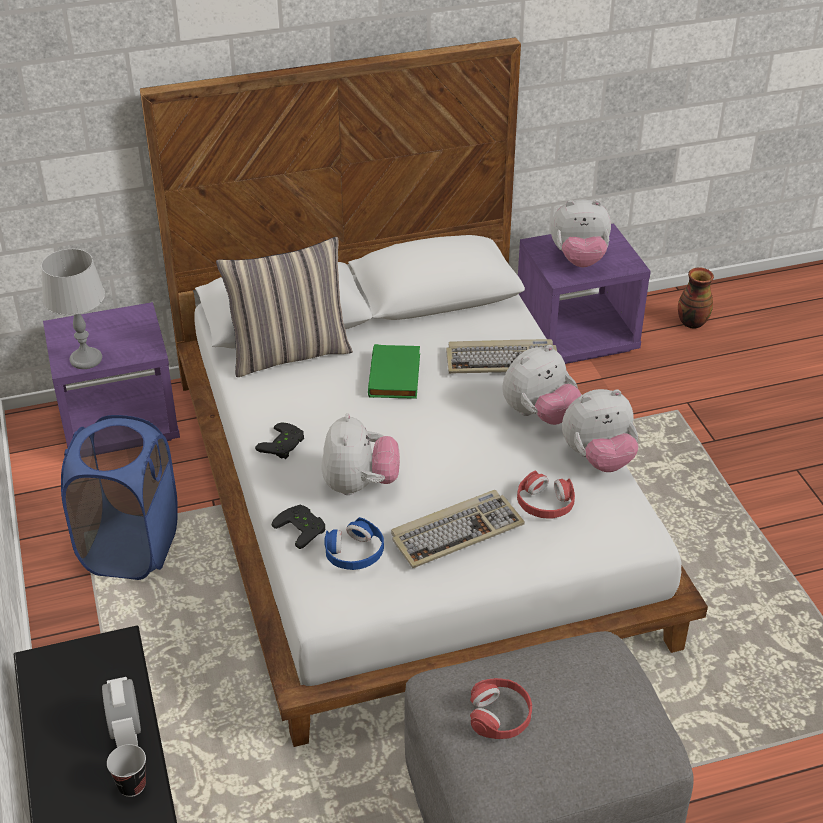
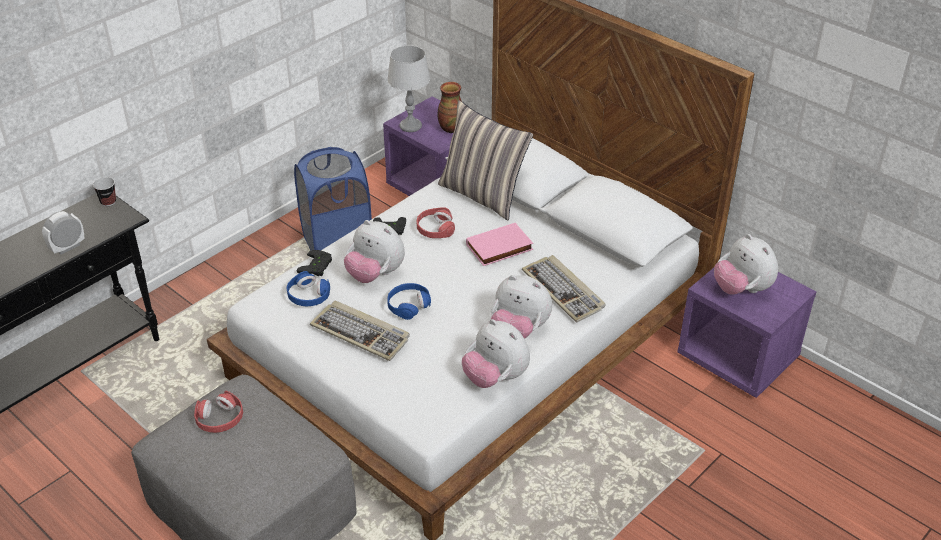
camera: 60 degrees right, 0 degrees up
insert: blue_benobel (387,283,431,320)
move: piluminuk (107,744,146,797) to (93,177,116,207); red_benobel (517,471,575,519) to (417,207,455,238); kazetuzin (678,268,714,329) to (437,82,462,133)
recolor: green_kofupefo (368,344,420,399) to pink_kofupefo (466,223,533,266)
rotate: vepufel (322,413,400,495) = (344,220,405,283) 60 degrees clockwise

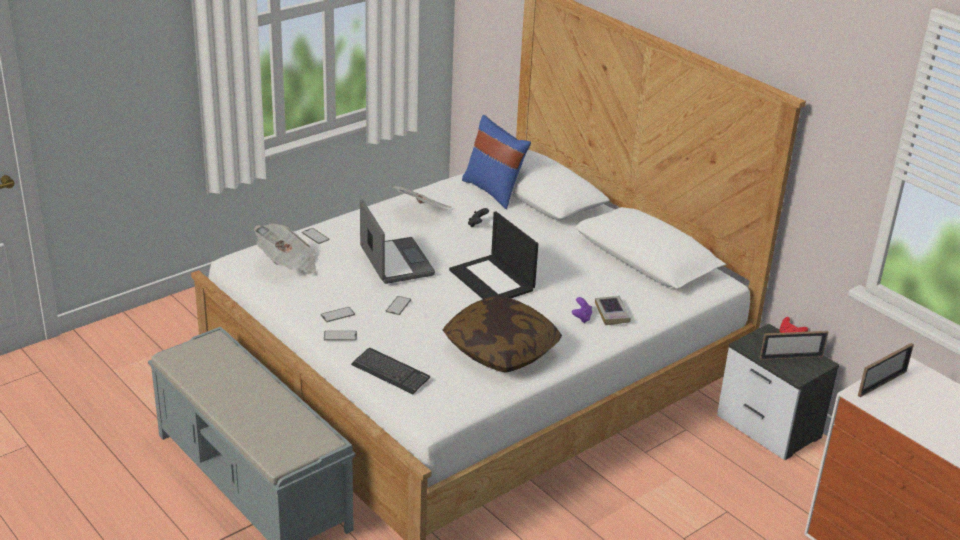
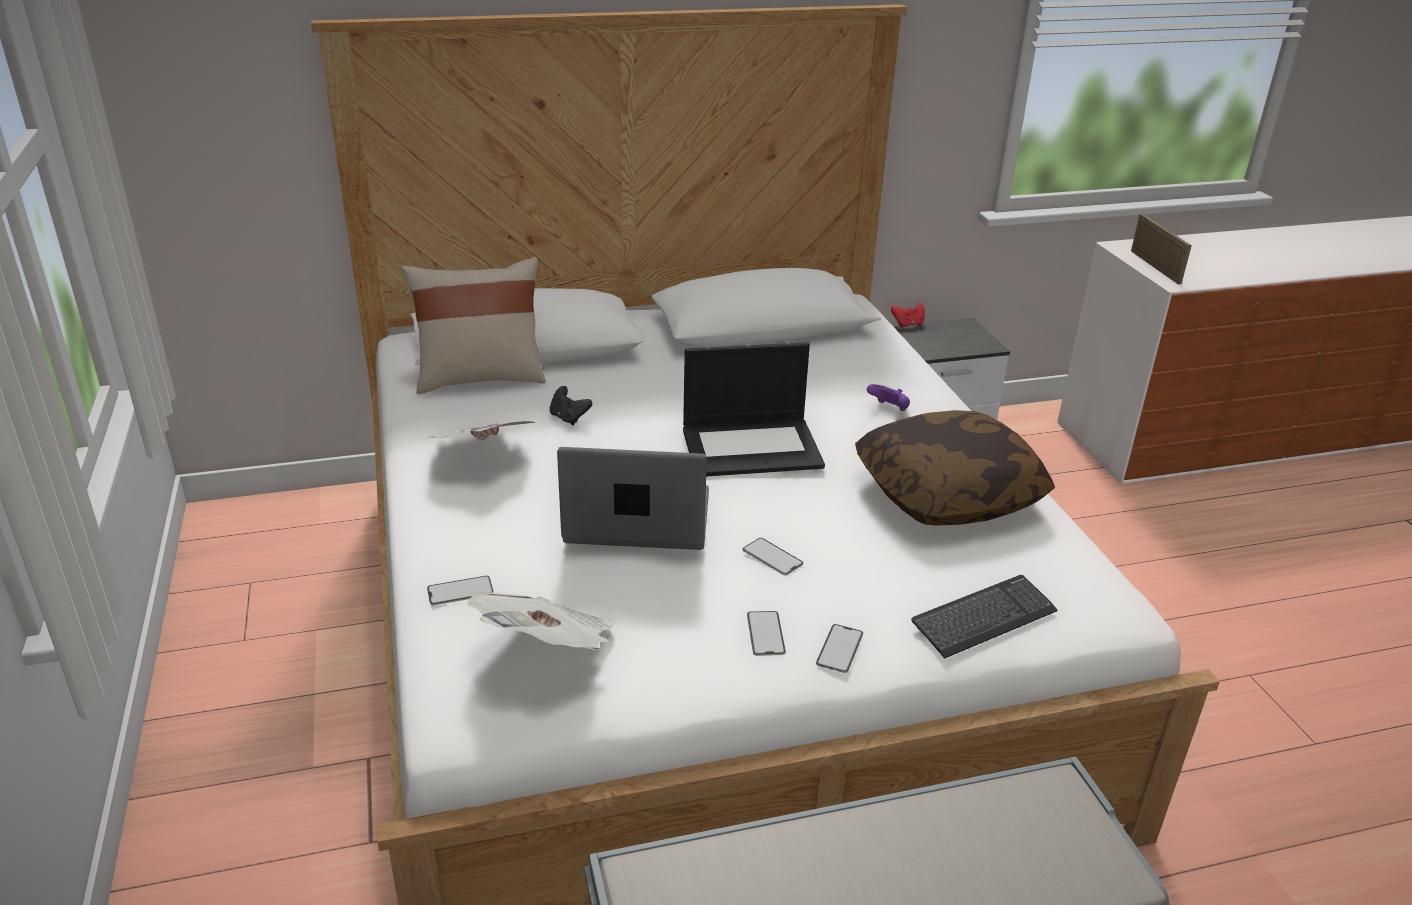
camera: 65 degrees left, 0 degrees up
delete: kofupefo (595,296,631,325); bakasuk (760,331,829,360)
recolor: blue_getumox (462,115,531,209) to beige_getumox (401,257,546,395)

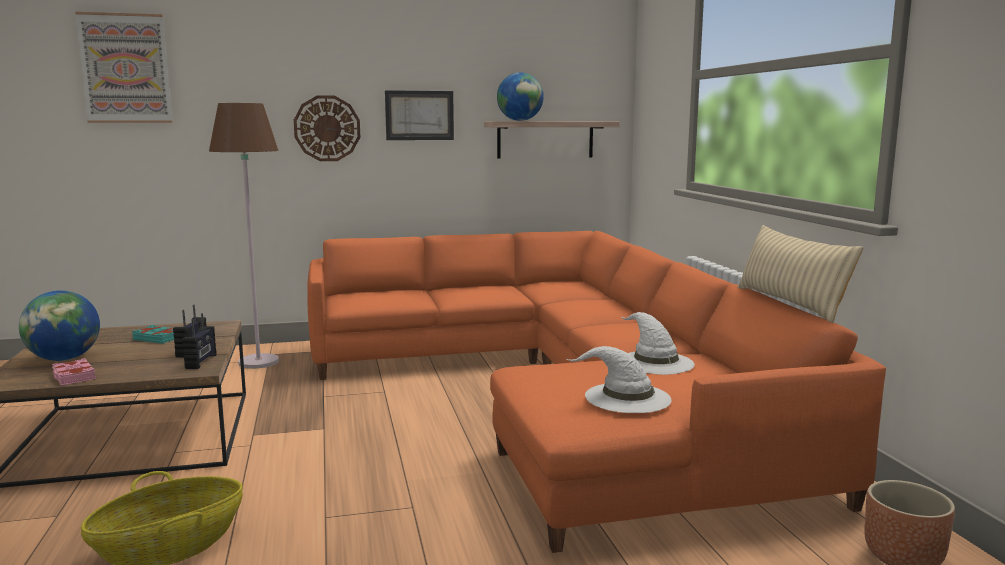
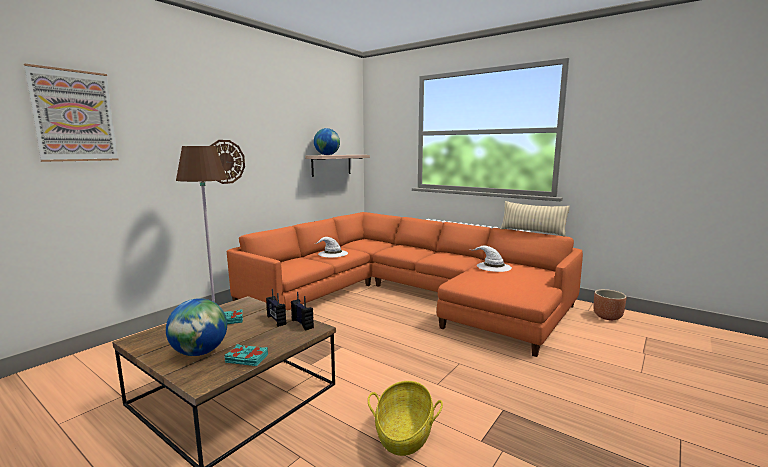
camera: 40 degrees left, 0 degrees up
delete: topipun (385,90,454,140)
move: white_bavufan (567,346,672,413) to (315,237,348,257)
recolor: pink_kofupefo (52,358,96,386) to turquoise_kofupefo (225,344,268,366)

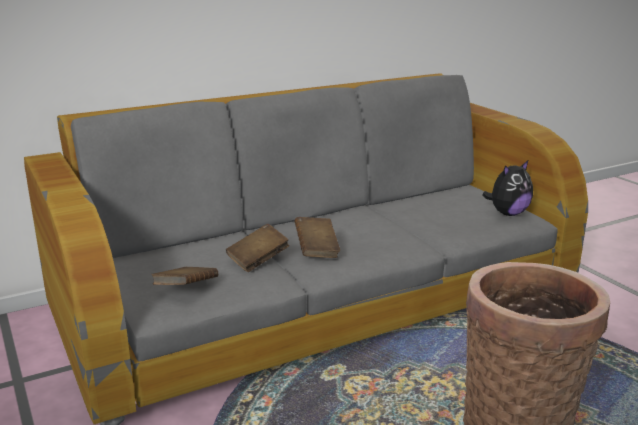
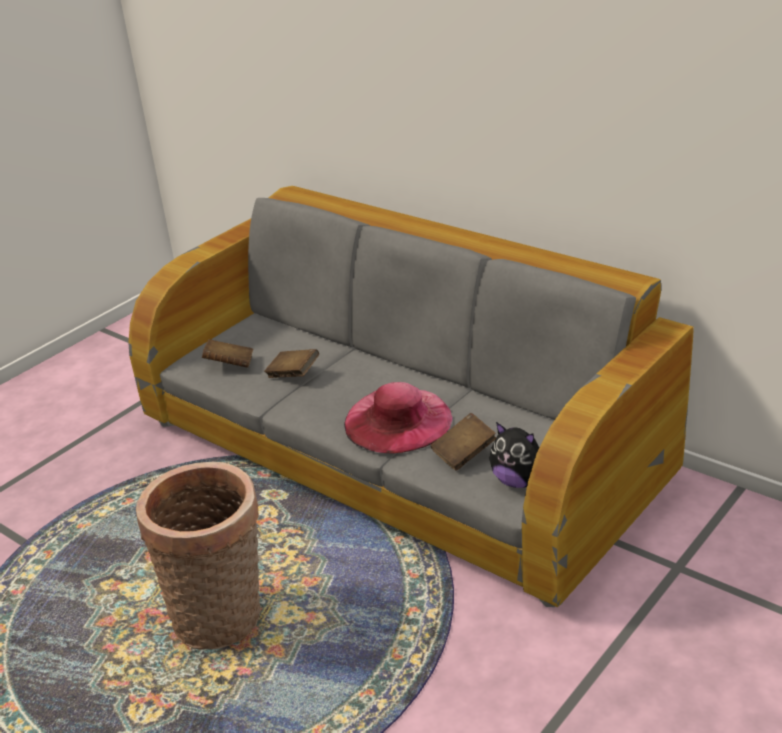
camera: 70 degrees right, 10 degrees up
insert: pink_bavufan (344,382,453,453)
move: brown_kofupefo (295,217,340,258) to (430,413,496,471)

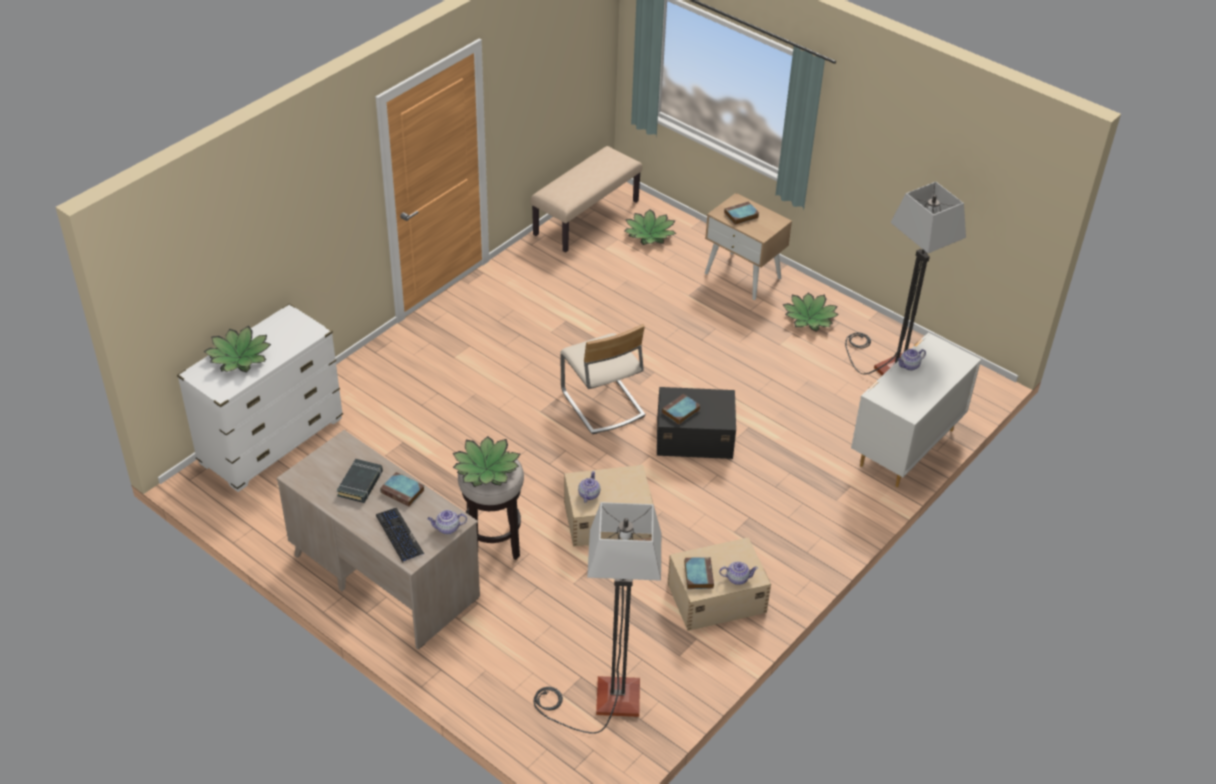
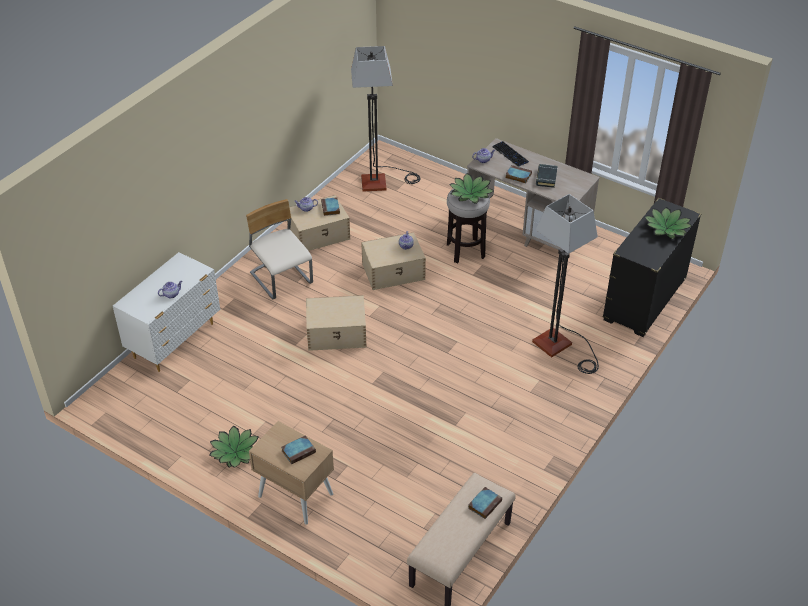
camera: 175 degrees right, 0 degrees up
delete: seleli (624,209,676,245)
move: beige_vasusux (560,324,645,434) to (246,199,313,299); kofupefo (662,394,700,425) to (468,487,502,519); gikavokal (845,182,966,375) to (532,194,599,374)
recolor: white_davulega (177,303,343,492) to black_davulega (603,198,701,337); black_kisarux (657,387,736,459) to beige_kisarux (306,295,367,351)

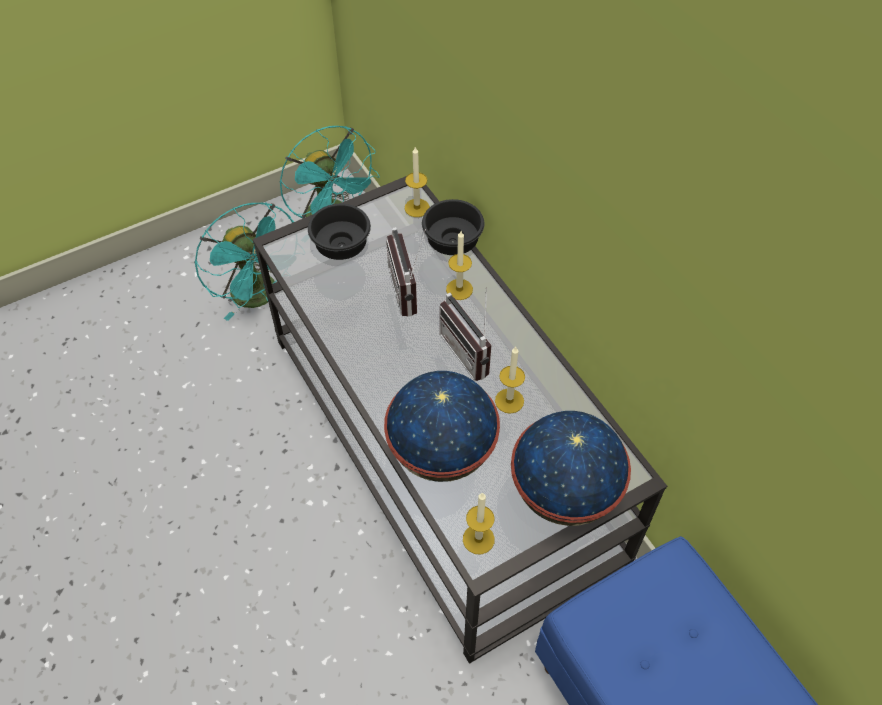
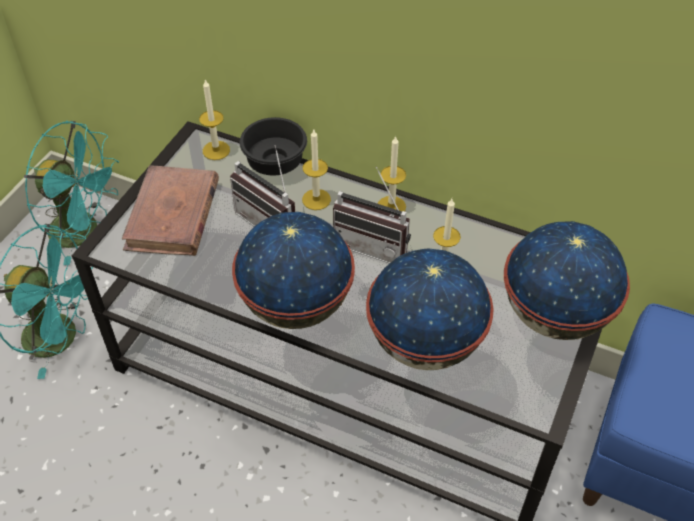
camera: 35 degrees left, 5 degrees down
insert: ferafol (232,212,355,329)
move: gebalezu (463,492,495,554) to (378,136,406,211)
replace: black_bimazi (308,204,371,260) to brown_kofupefo (122,165,219,256)

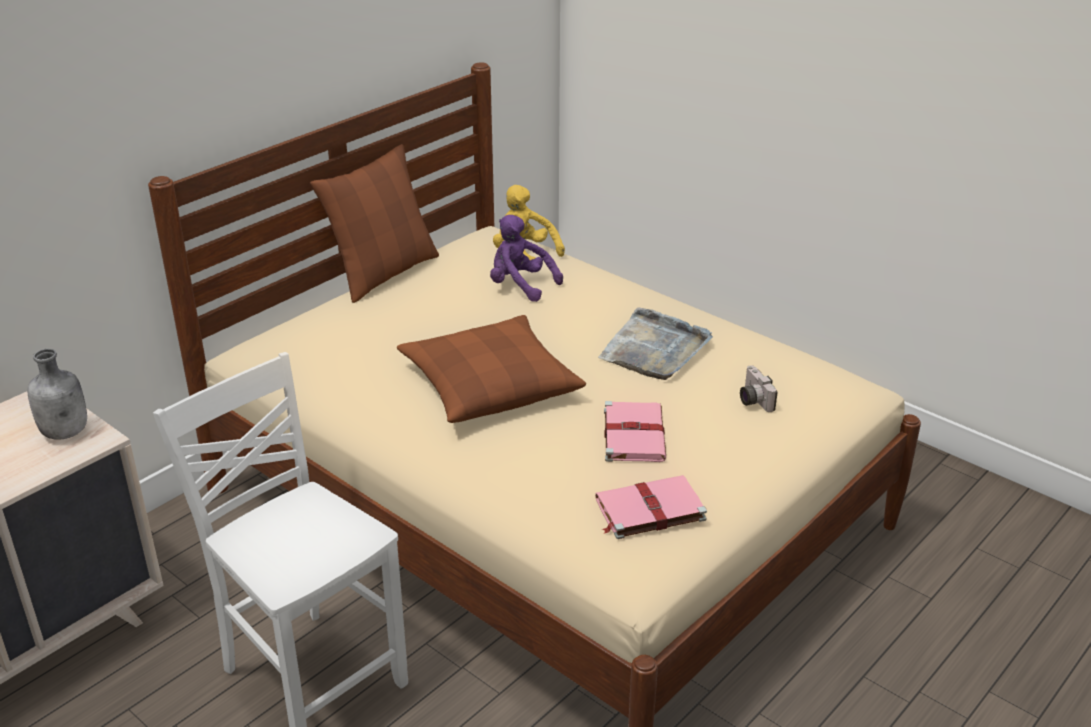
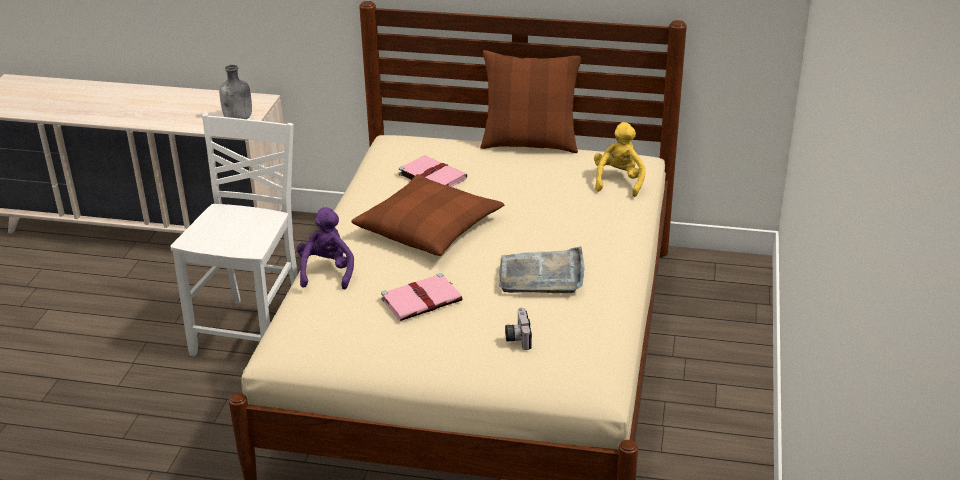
camera: 60 degrees right, 0 degrees up
move: purple_vepufel (490,215,563,302) to (297,207,354,289); pink_kofupefo (595,475,707,539) to (399,155,468,187)
rotate: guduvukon (740,365,778,412) = (505,308,532,350) 45 degrees counterclockwise

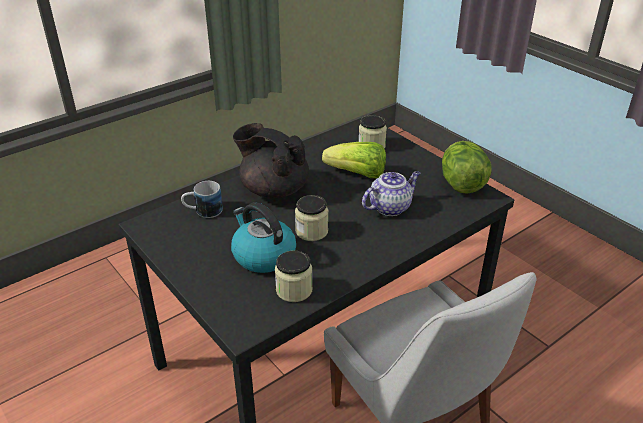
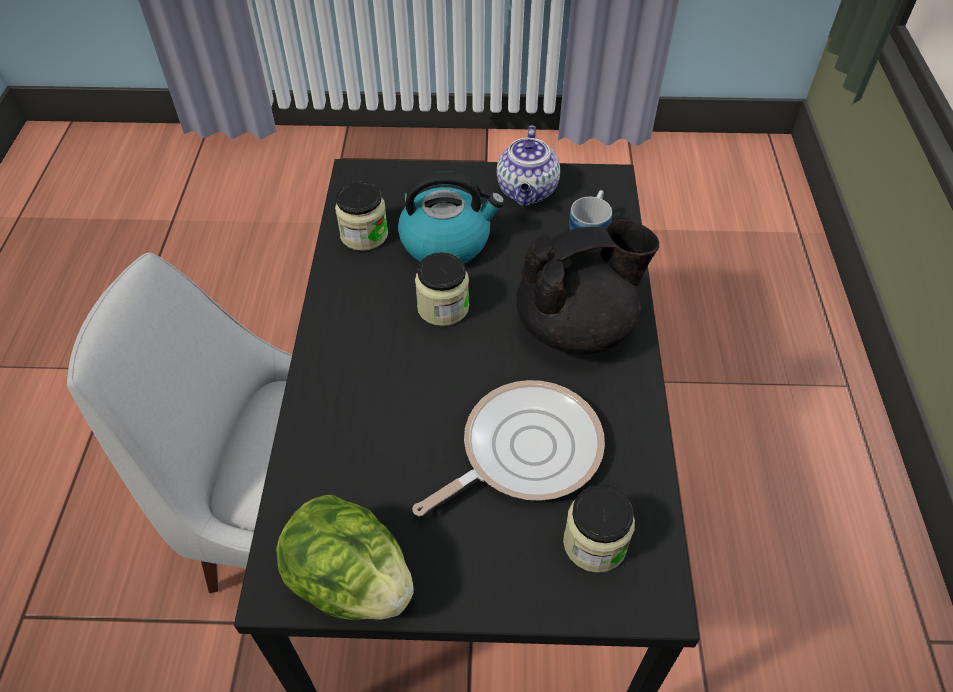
camera: 130 degrees right, 15 degrees up
move: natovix (362,171,420,216) to (497,125,560,206)
replace: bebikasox (322,142,386,178) to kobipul (413,380,605,517)

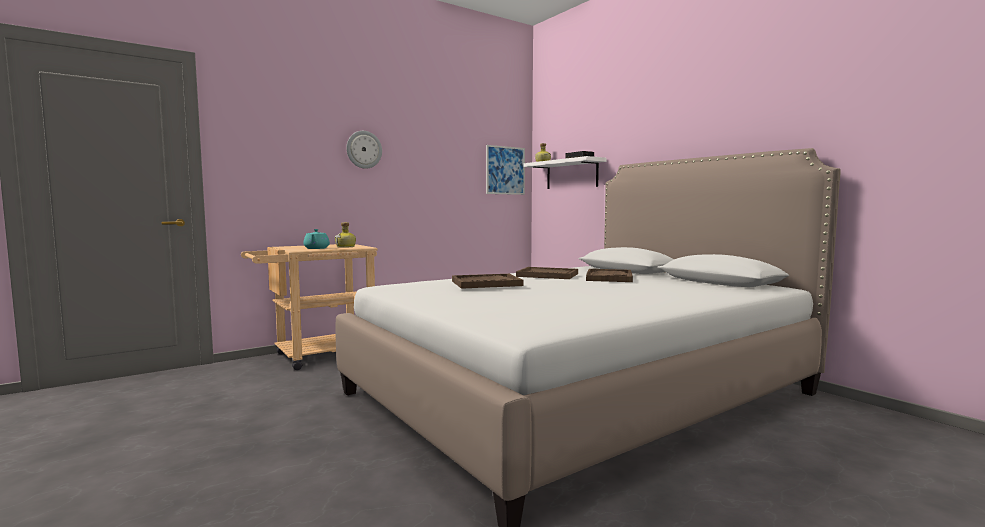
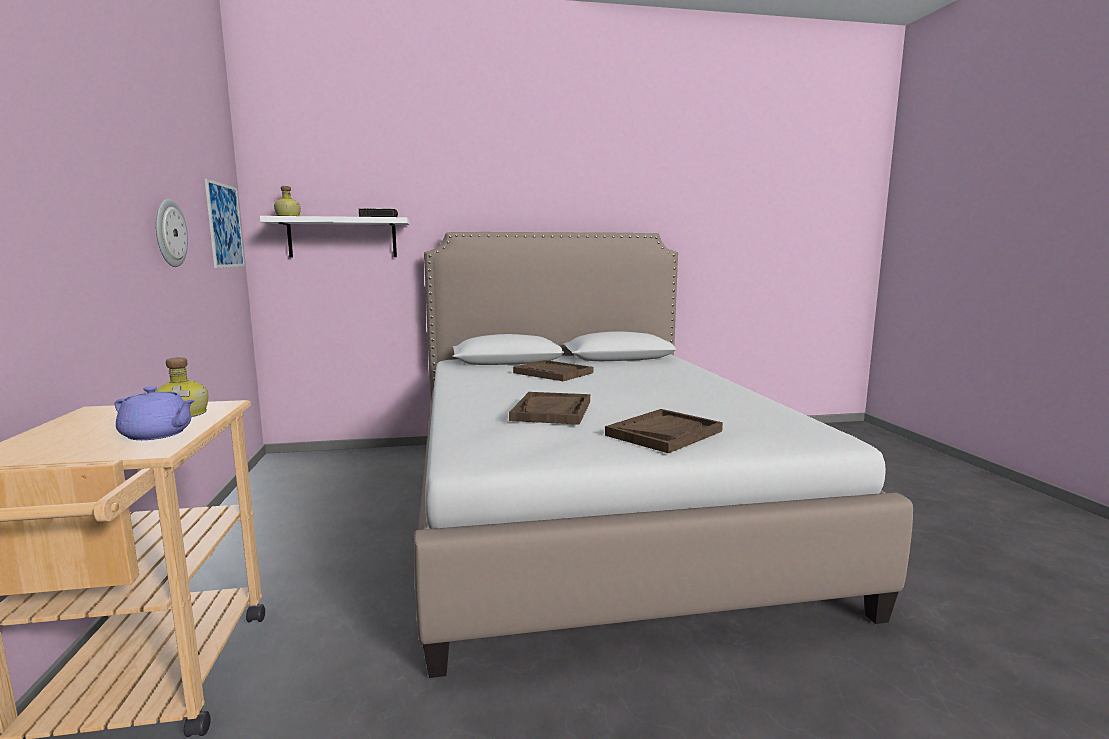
camera: 65 degrees left, 5 degrees up
move: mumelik (346,131,382,169) to (156,199,188,267); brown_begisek (516,267,578,279) to (605,409,723,453)
recolor: turquoise_natovix (303,229,330,249) to purple_natovix (115,386,195,440)

